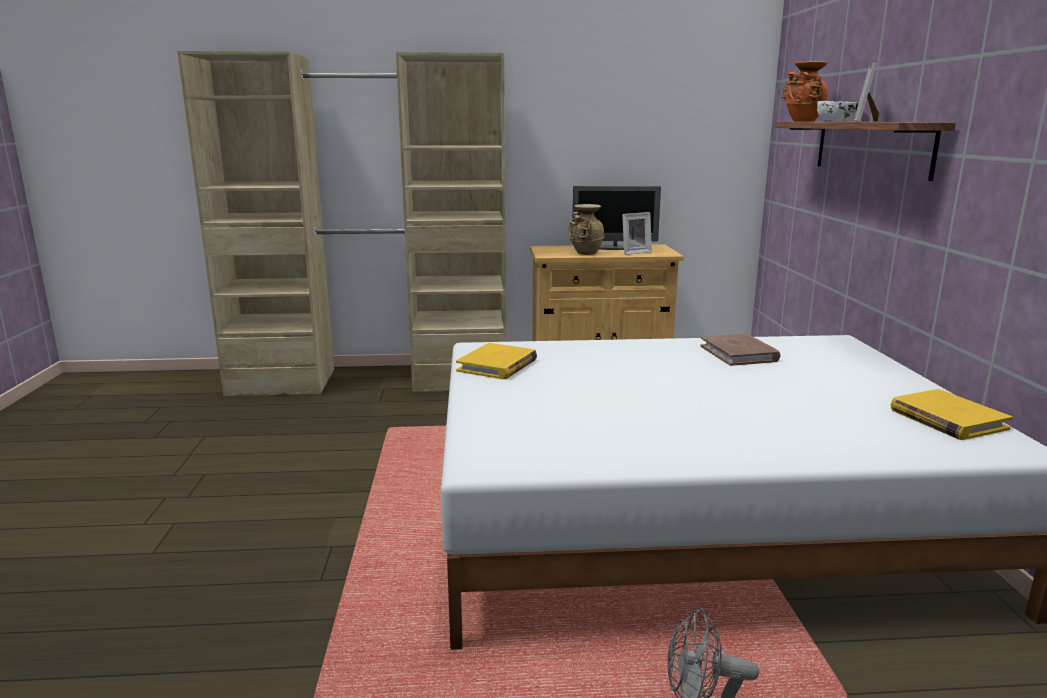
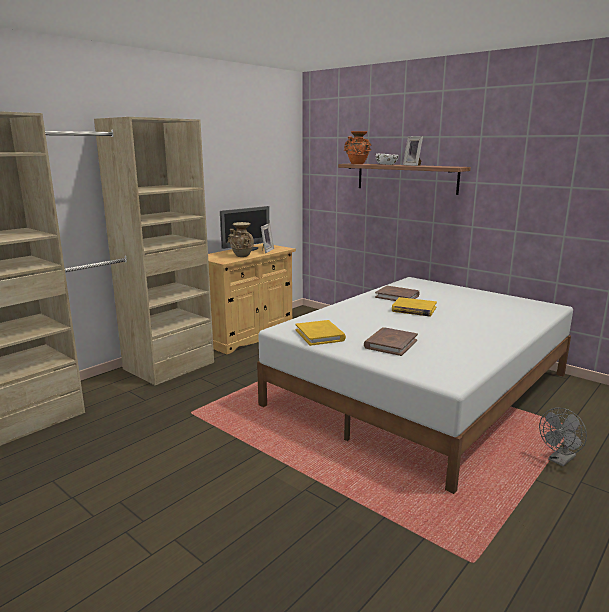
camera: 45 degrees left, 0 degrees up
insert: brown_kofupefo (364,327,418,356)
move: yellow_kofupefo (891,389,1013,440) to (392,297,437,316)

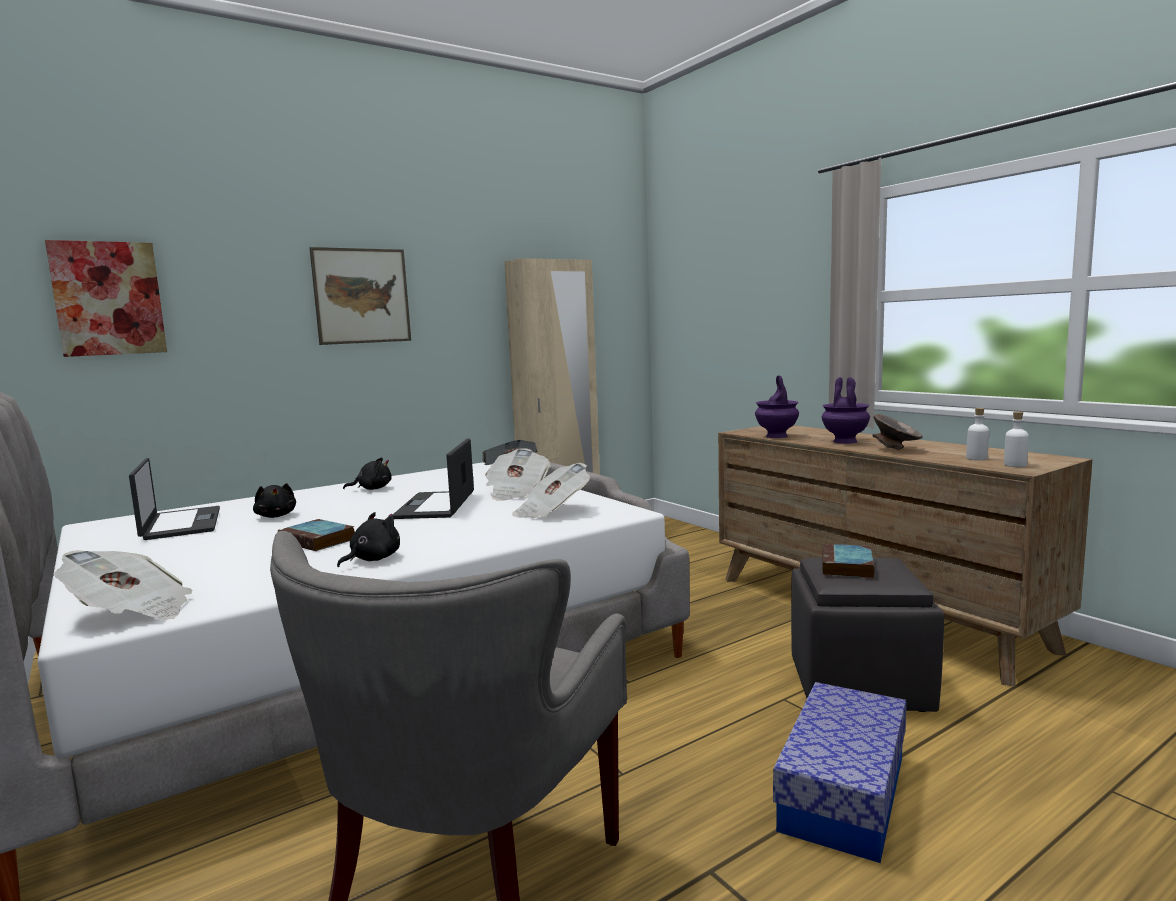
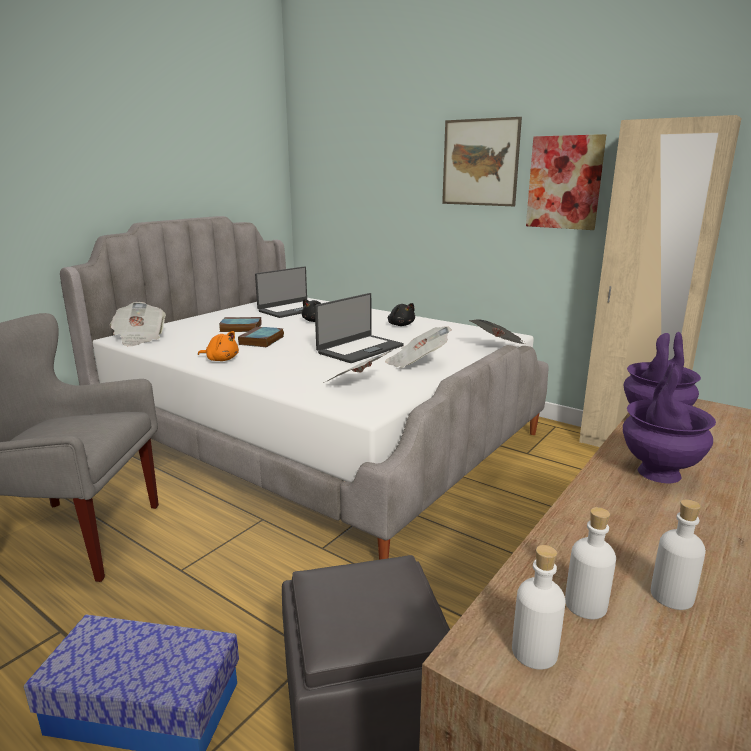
camera: 70 degrees right, 10 degrees up
delete: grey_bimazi (872,414,923,450)
insert: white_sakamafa (651,499,706,610)
move: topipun (45,240,167,357) to (526,134,606,230); kofupefo (822,544,875,578) to (219,317,262,332)
recolor: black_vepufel (337,512,400,567) to orange_vepufel (198,331,239,361)
rotate: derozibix (392,438,474,519) = (315,293,404,363) 150 degrees clockwise

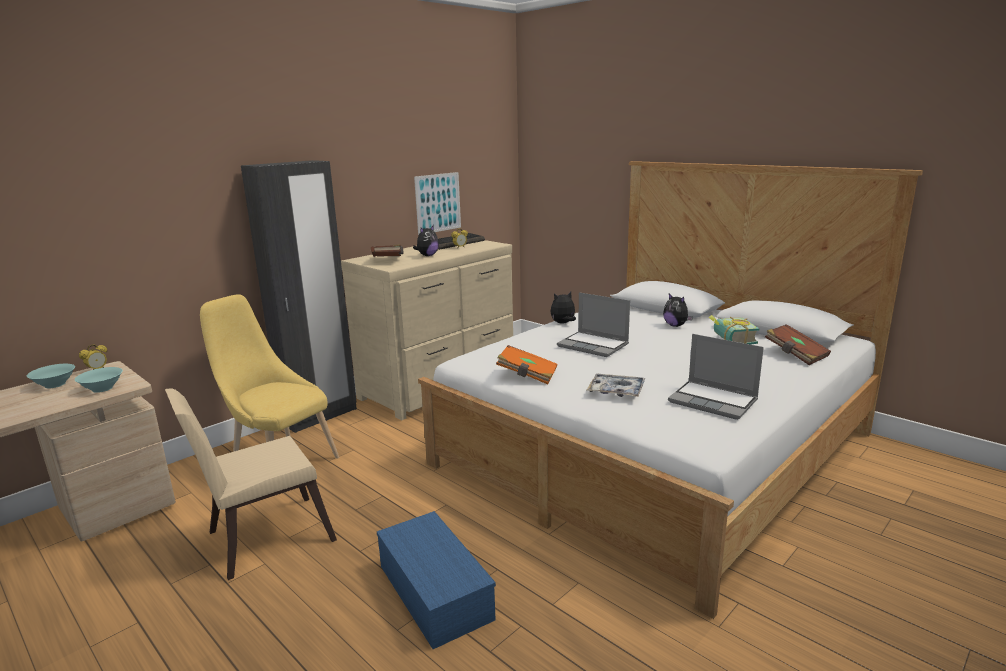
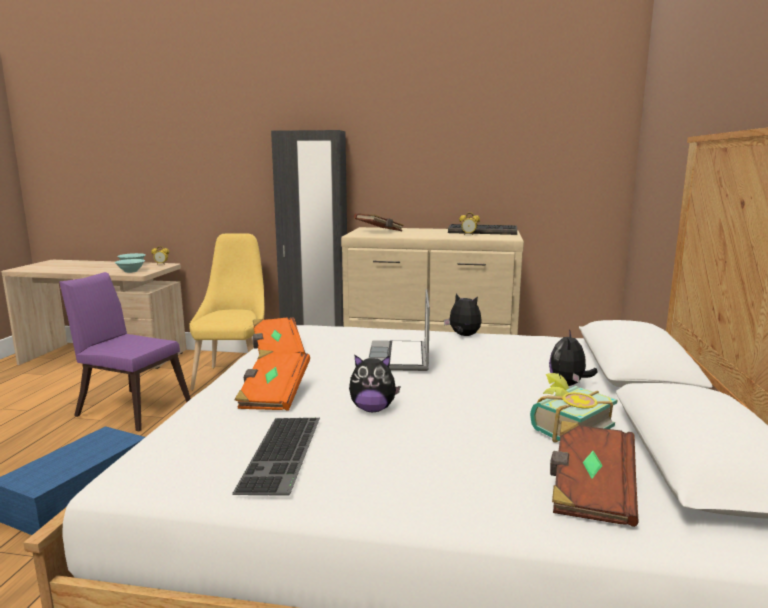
camera: 55 degrees right, 5 degrees down
delete: topipun (414,172,461,235)
move: vepufel (413,225,439,256) to (349,355,401,412)
replace: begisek (587,374,646,397) to orange_kofupefo (235,350,310,411); derozibix (668,334,764,420) to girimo (232,418,320,496)
recolor: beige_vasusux (165,388,337,580) to purple_vasusux (59,272,191,431)

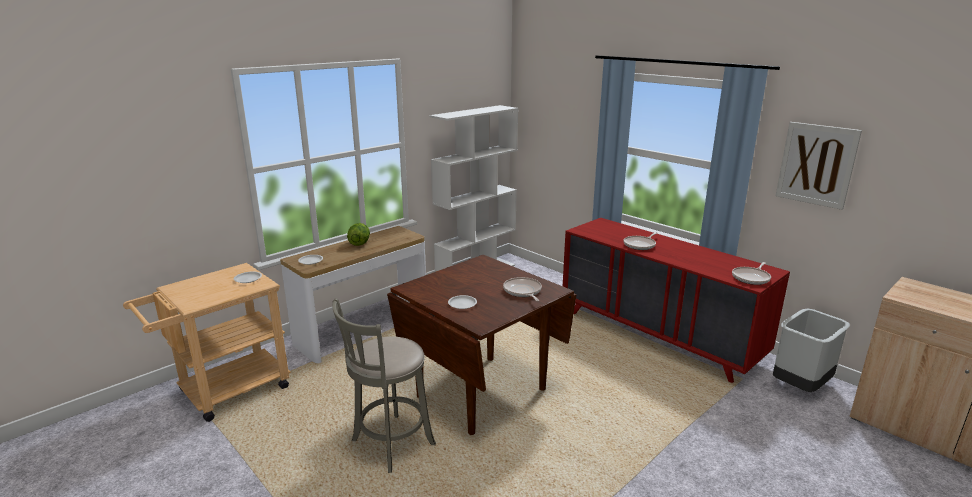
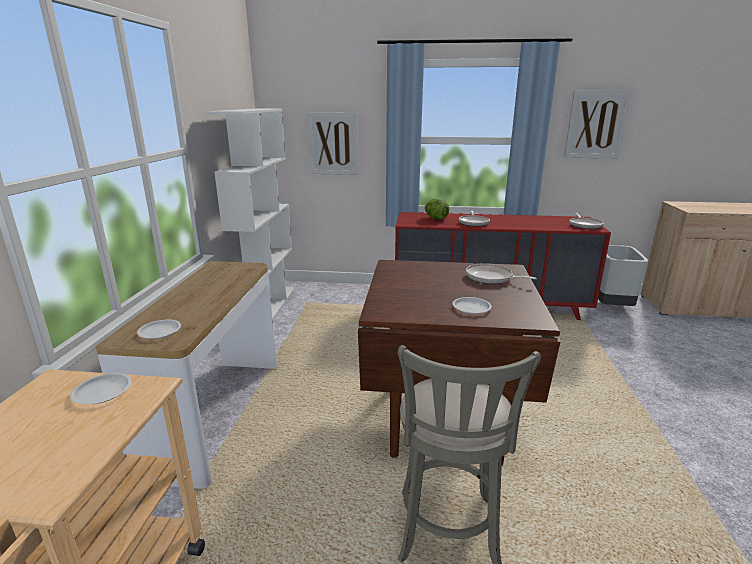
camera: 40 degrees left, 0 degrees up
insert: topipun (307,112,359,175)
move: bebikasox (347,223,370,246) to (424,199,449,220)

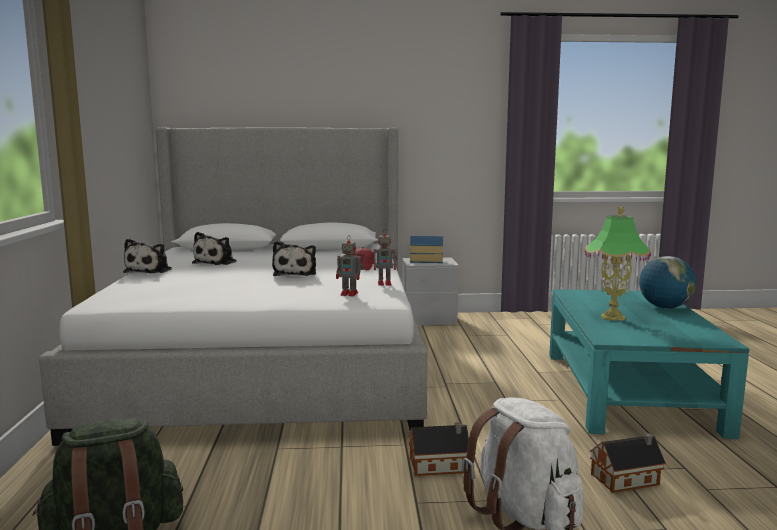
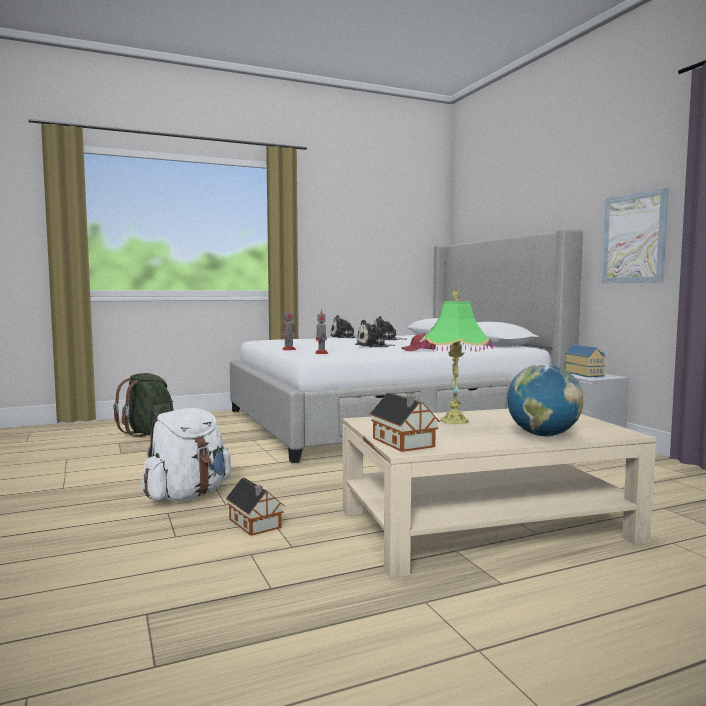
camera: 70 degrees right, 5 degrees down
insert: topipun (602,188,669,283)
move: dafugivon (374,234,397,286) to (281,307,296,350); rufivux (408,422,469,476) to (370,393,440,452)
recolor: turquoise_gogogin (549,289,749,439) to beige_gogogin (343,409,656,578)

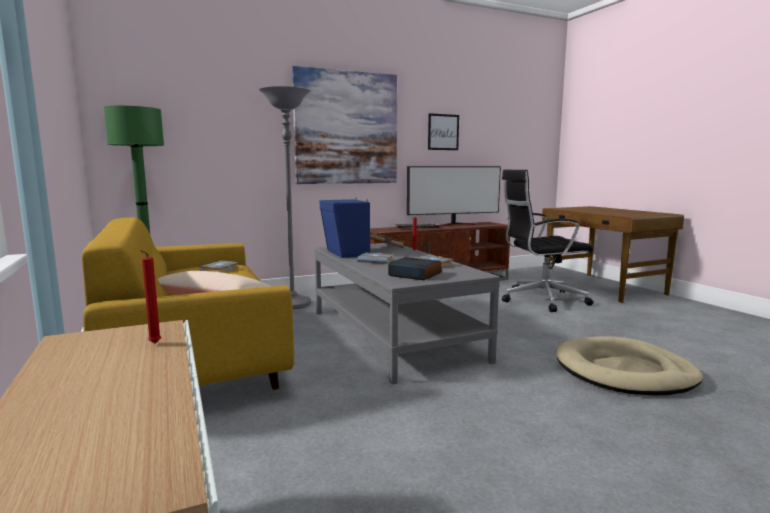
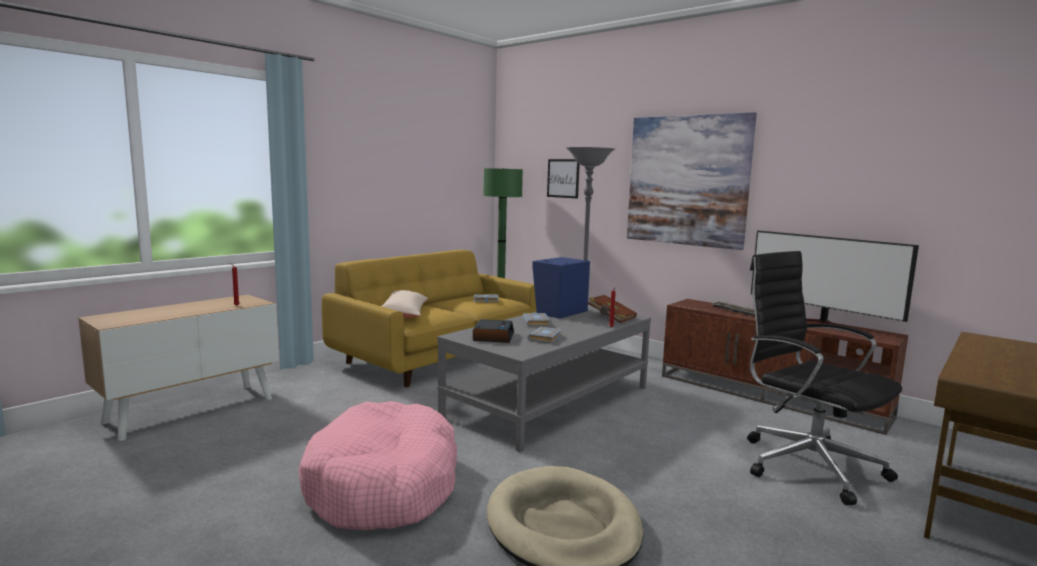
camera: 65 degrees right, 0 degrees up
insert: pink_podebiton (298,401,457,530)
move: topipun (428,113,459,150) to (547,159,580,199)

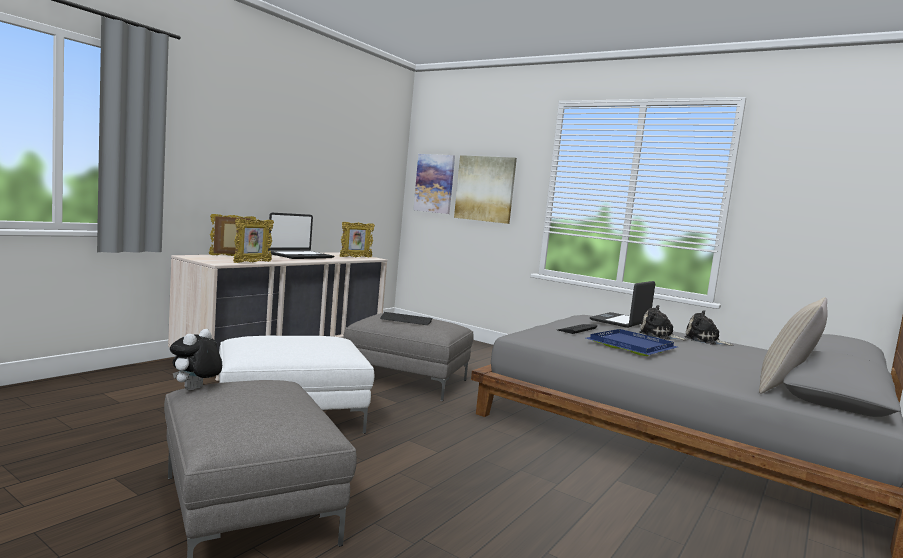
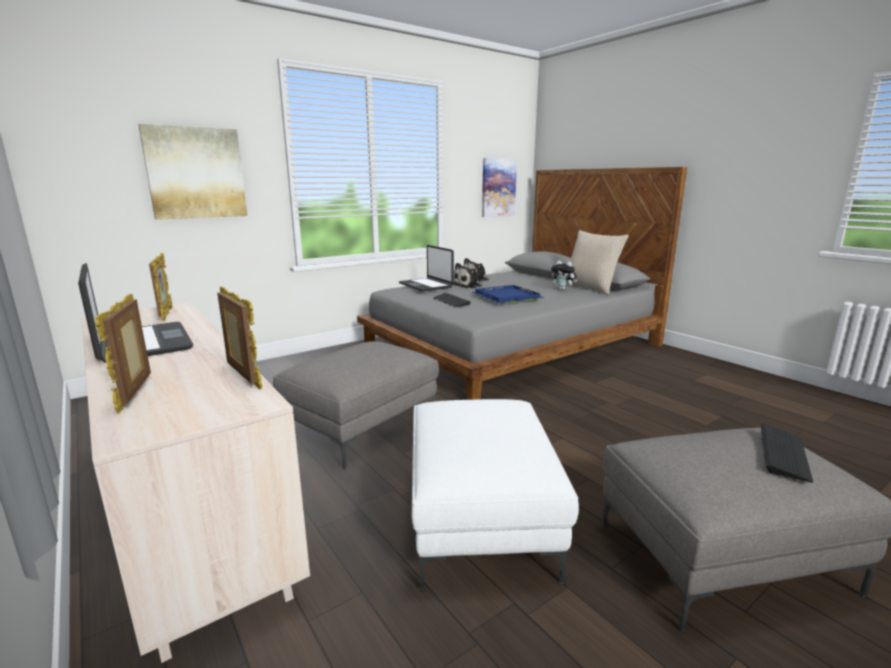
camera: 70 degrees left, 10 degrees up
move: vepufel (170,329,222,390) to (551,260,577,290); girimo (380,312,432,325) to (760,423,813,483); topipun (413,154,455,214) to (482,158,517,217)

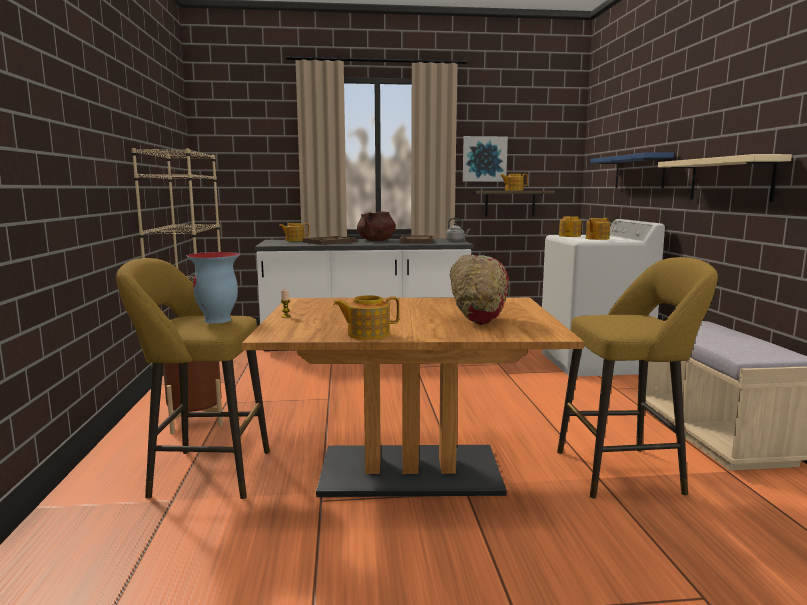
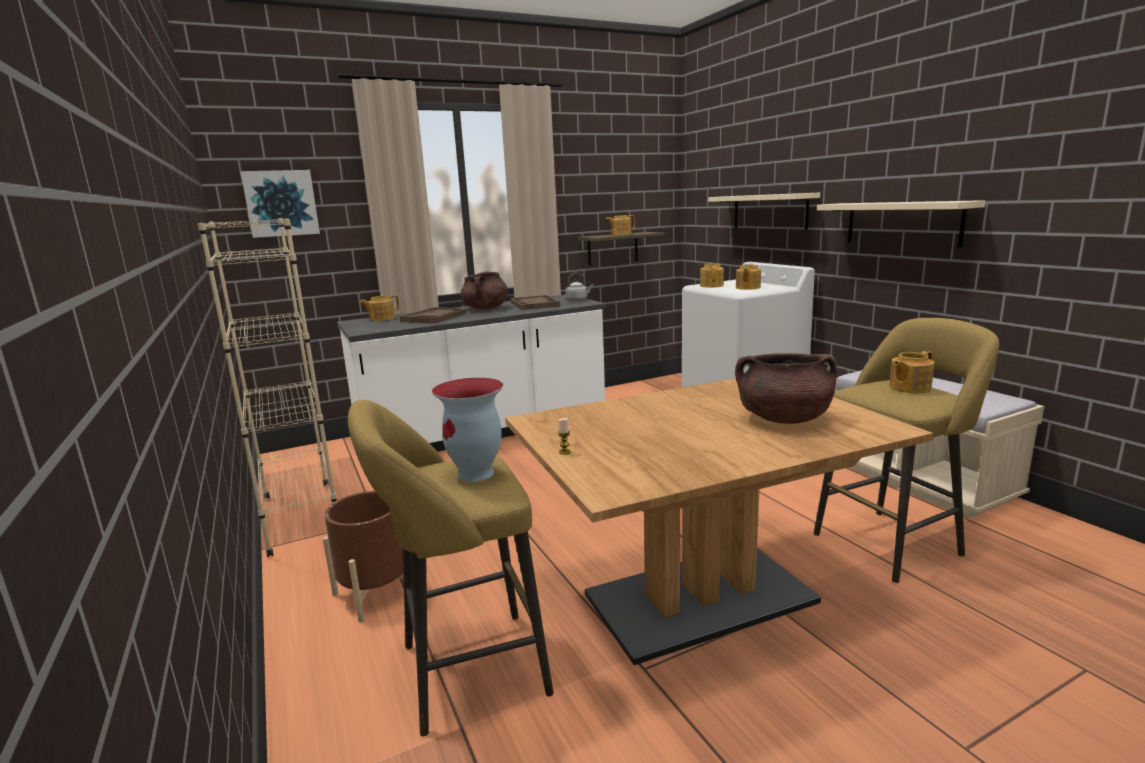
camera: 20 degrees left, 5 degrees up
move: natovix (333,295,400,340) to (889,351,934,393); topipun (463,136,508,182) to (241,170,320,238)
replace: red_bimazi (449,254,509,325) to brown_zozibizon (735,353,837,424)
recolor: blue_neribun (590,152,674,188) to beige_neribun (708,193,820,230)

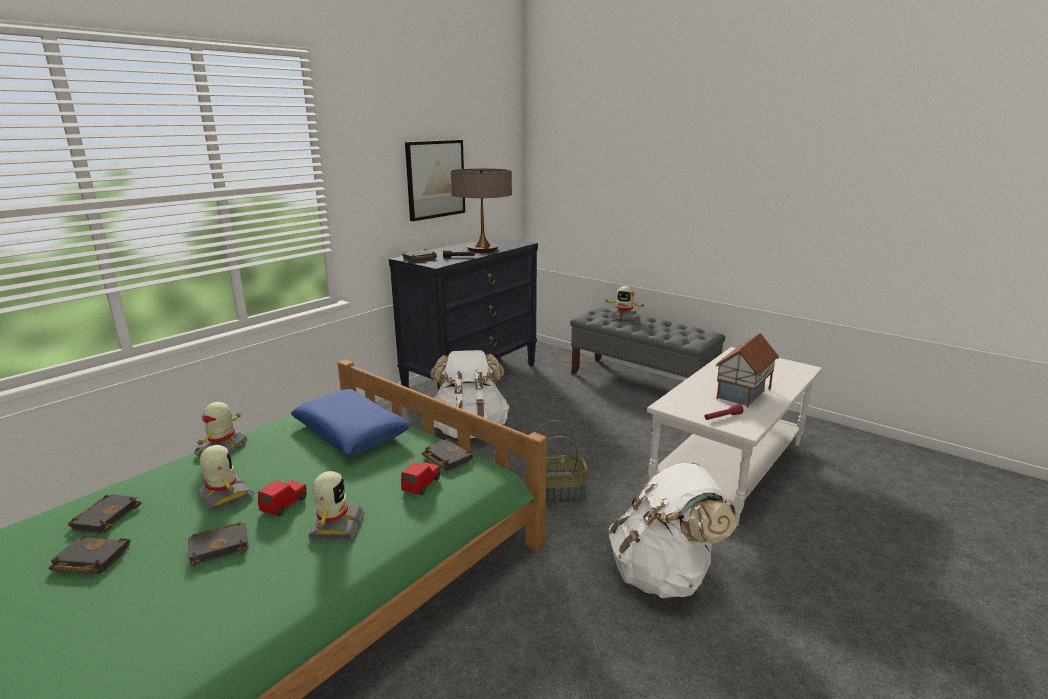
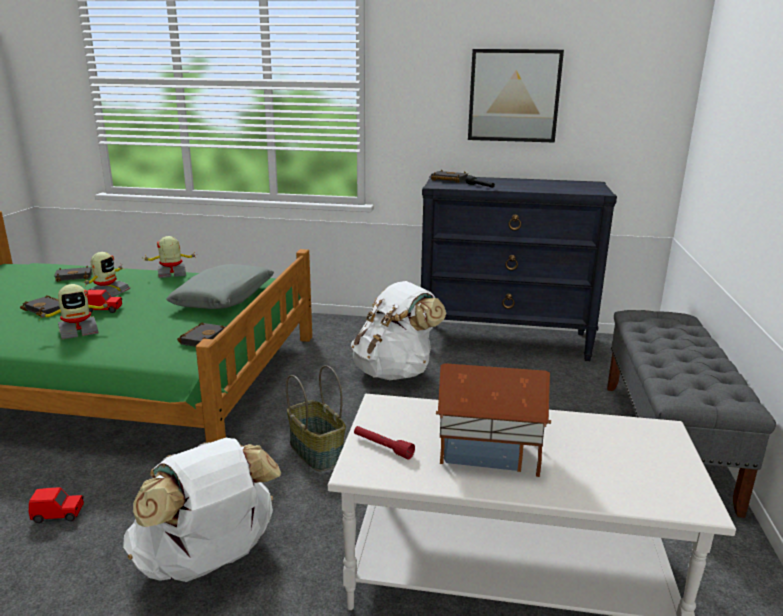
camera: 60 degrees right, 0 degrees up
delete: black_kofupefo (49,535,131,574); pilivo (450,169,512,253); dafugivon (605,286,644,321)
move: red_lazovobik (401,462,440,495) to (29,487,84,523)
recolor: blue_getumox (291,389,411,455) to grey_getumox (166,264,274,309)

